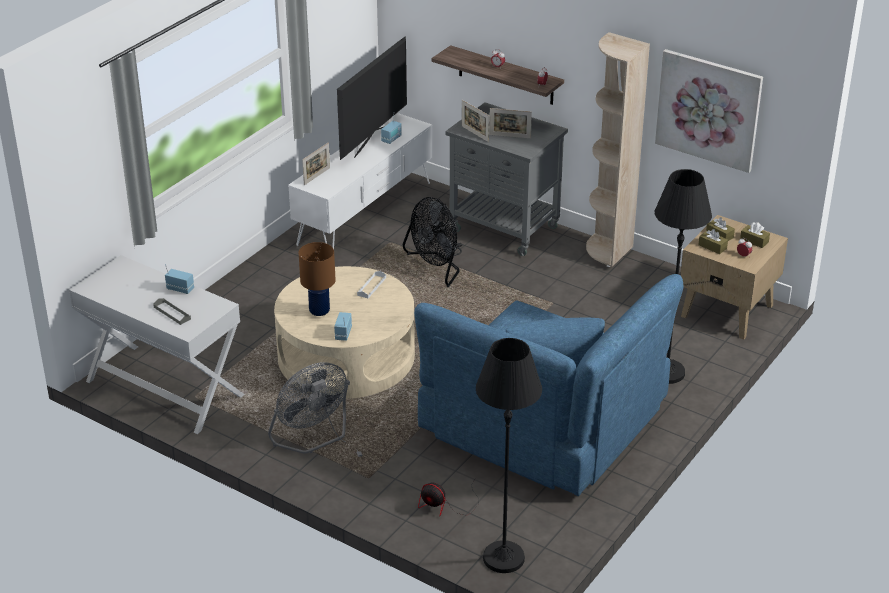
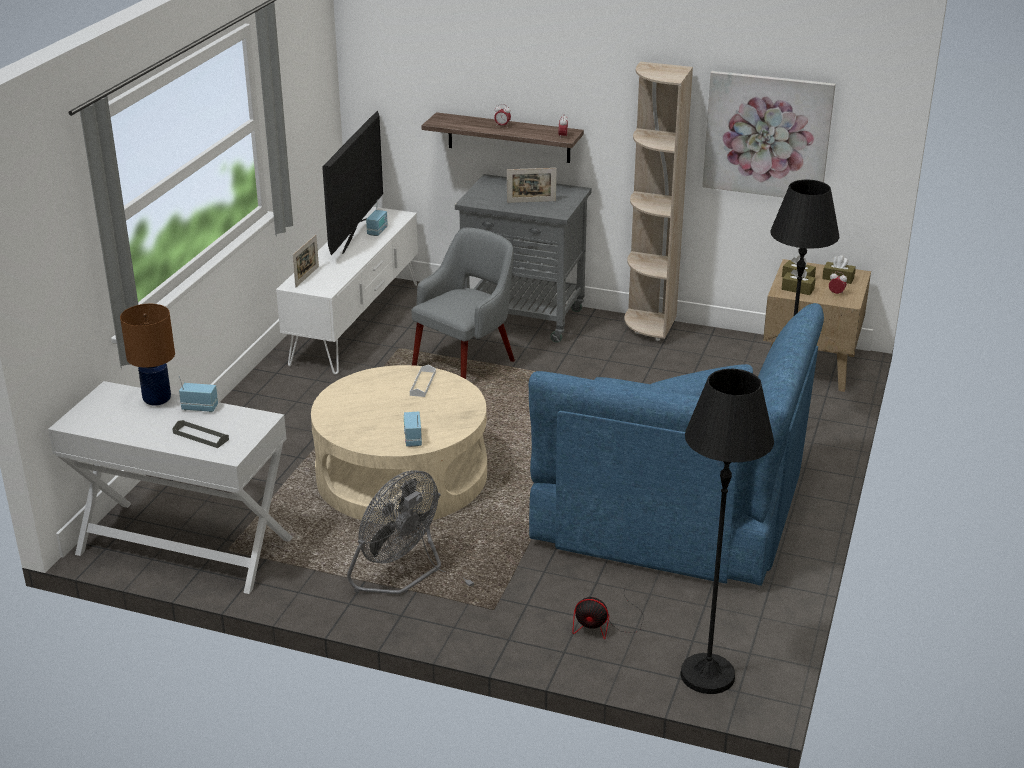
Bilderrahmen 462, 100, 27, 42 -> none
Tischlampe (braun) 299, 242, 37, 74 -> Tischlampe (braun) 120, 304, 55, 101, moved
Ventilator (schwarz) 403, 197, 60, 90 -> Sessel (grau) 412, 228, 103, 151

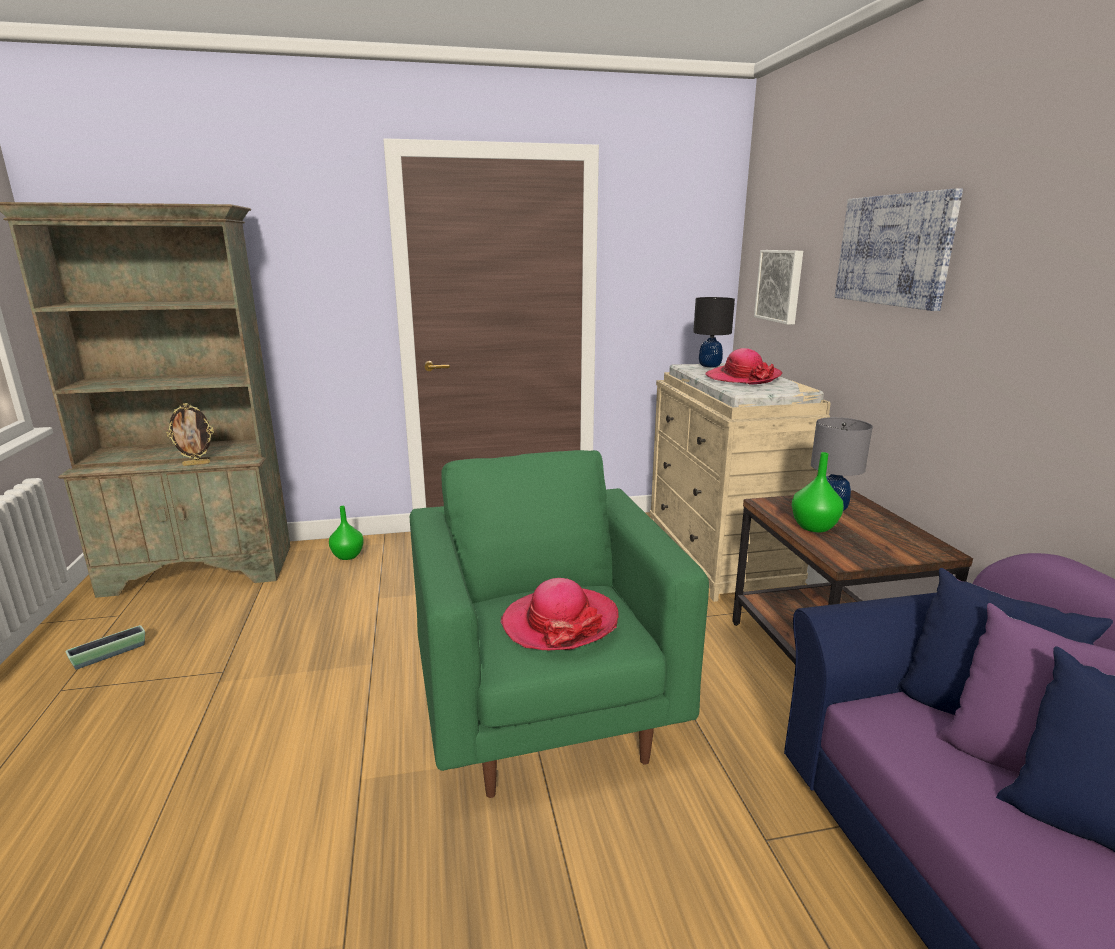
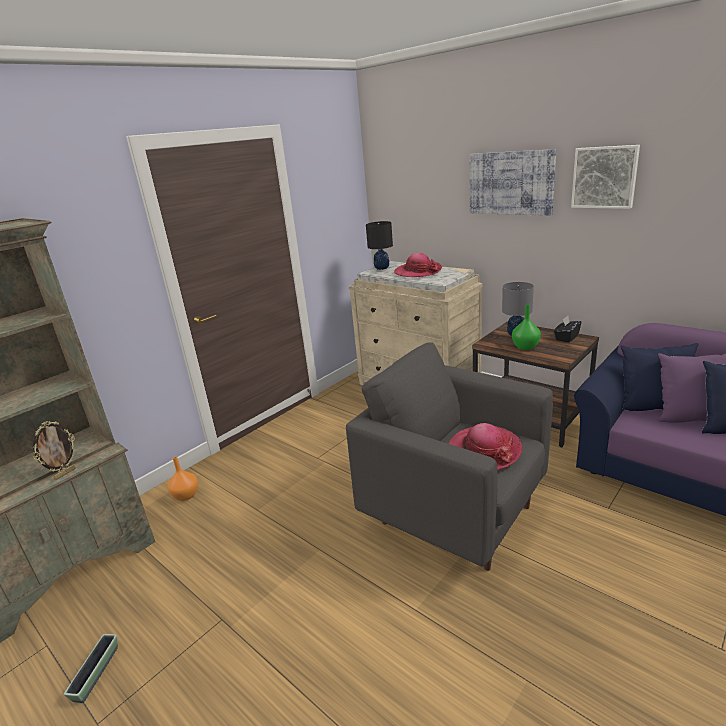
none -> Taschentuchbox (schwarz) 554, 316, 27, 26
Bild 754, 250, 49, 75 -> Bild 571, 145, 69, 64, moved
Vase (grün) 329, 506, 35, 54 -> Vase (orange) 168, 457, 30, 44
Sessel (grün) 410, 450, 299, 348 -> Sessel (grau) 346, 342, 207, 229

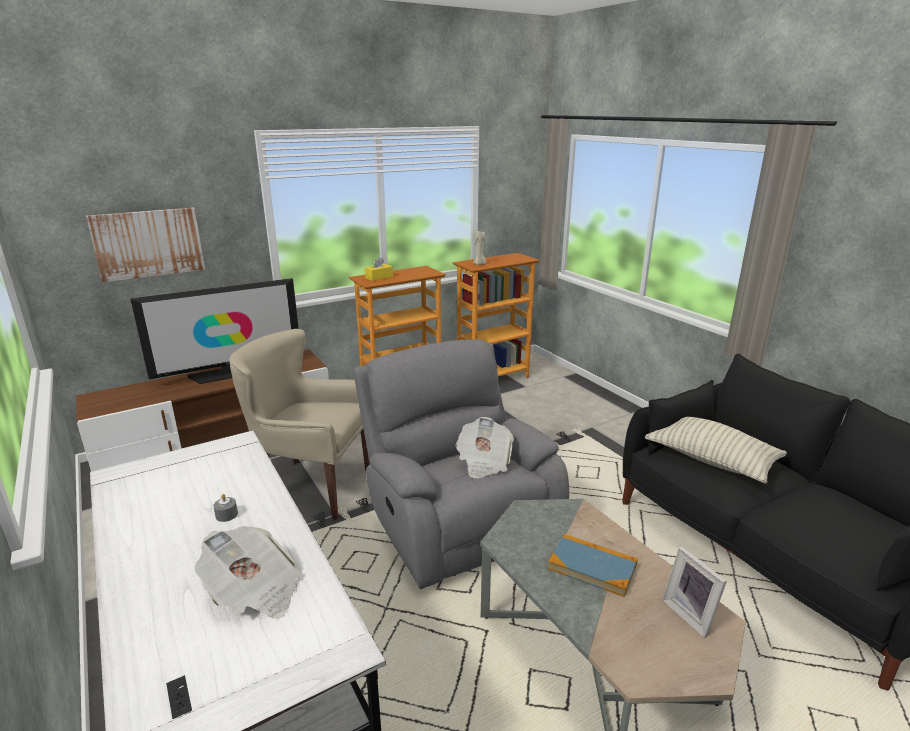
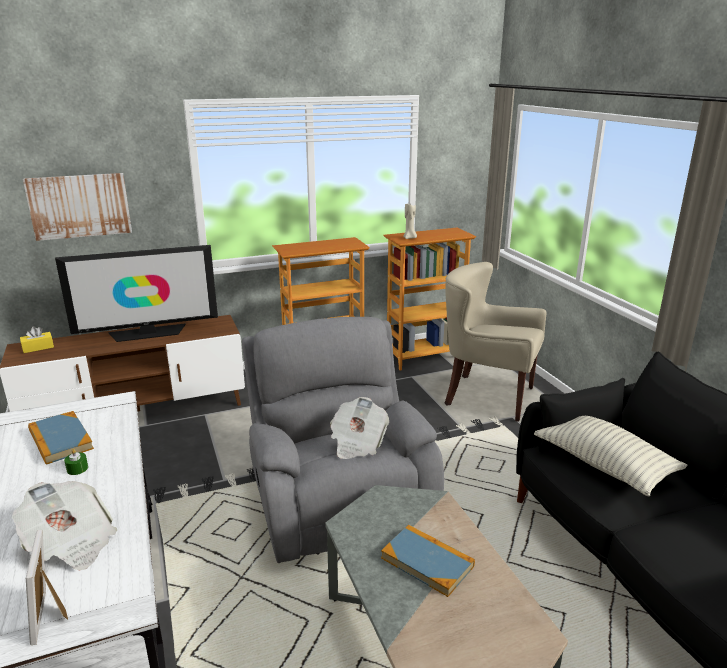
none -> Buch 28, 411, 66, 54
Sessel (beige) 229, 329, 141, 191 -> Sessel (beige) 444, 262, 102, 160, moved
Taschentuchbox (gelb) 365, 257, 28, 24 -> Taschentuchbox (gelb) 20, 326, 34, 27, moved
Bilderrahmen 663, 546, 64, 92 -> Bilderrahmen 26, 530, 42, 115, moved
Kerze (grau) 213, 494, 25, 28 -> Kerze (grün) 64, 449, 24, 26

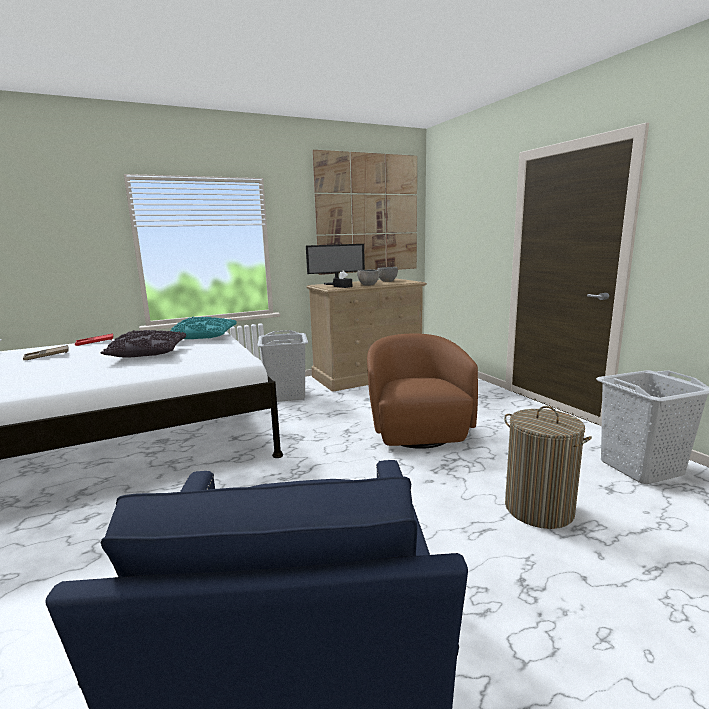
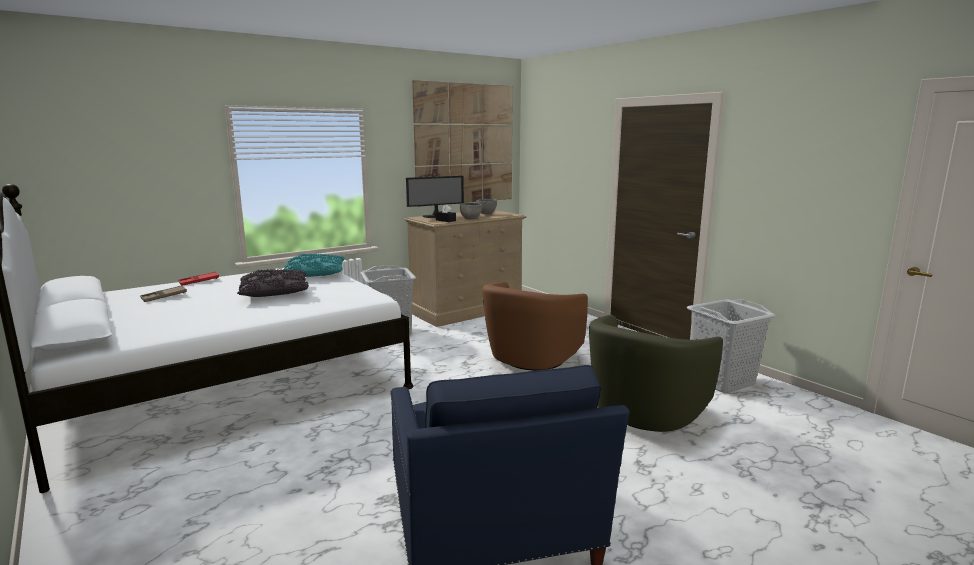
Wäschekorb 504, 406, 88, 123 -> Sessel (grün) 589, 315, 134, 117
Sessel (braun) 367, 333, 111, 116 -> Sessel (braun) 482, 282, 106, 89, 135 degrees counterclockwise

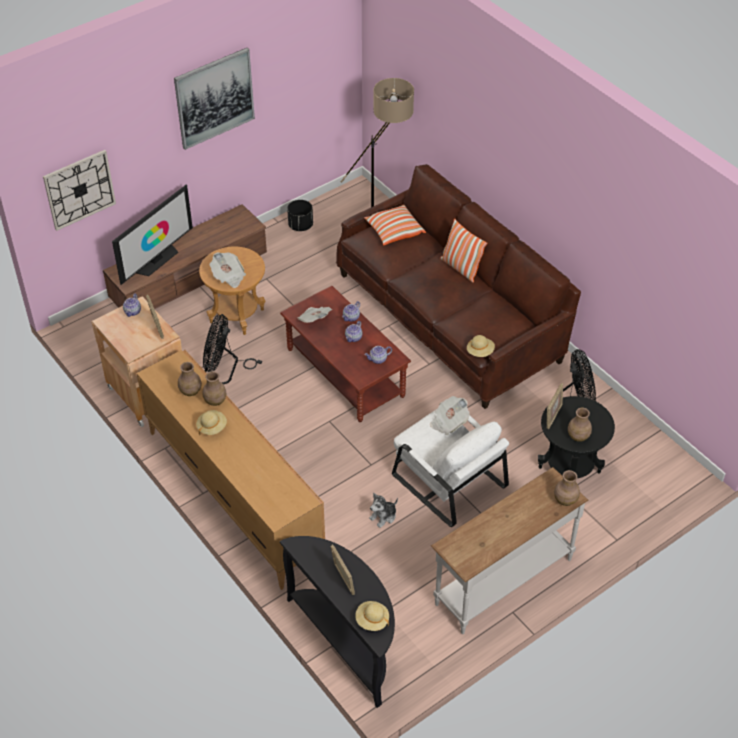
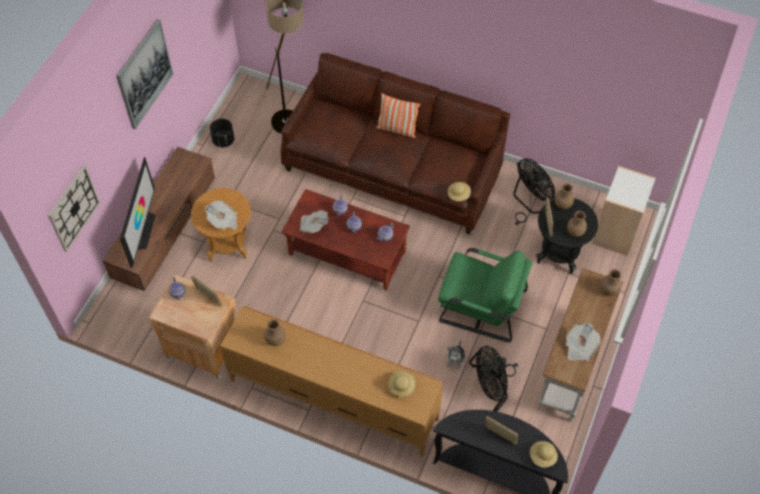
Kissen 364, 205, 62, 40 -> none
none -> Bücherregal (weiß) 592, 166, 64, 90
Hut (beige) 196, 410, 31, 25 -> Hut (beige) 388, 371, 27, 28, moved
Vase (braun) 202, 371, 25, 35 -> Vase (braun) 554, 183, 20, 26, moved
Ventilator (schwarz) 203, 314, 59, 70 -> Ventilator (schwarz) 469, 346, 49, 66, moved
Zeitung 430, 396, 40, 39 -> Zeitung 565, 323, 36, 38, moved
Sessel (weiß) 392, 409, 117, 118 -> Sessel (grün) 438, 248, 95, 94

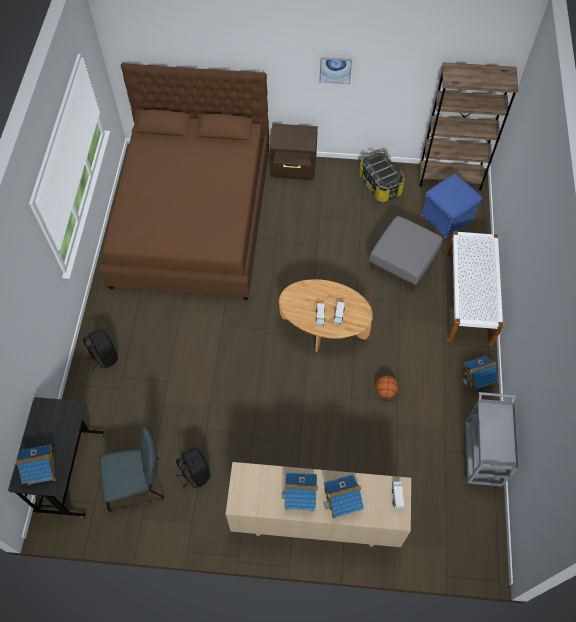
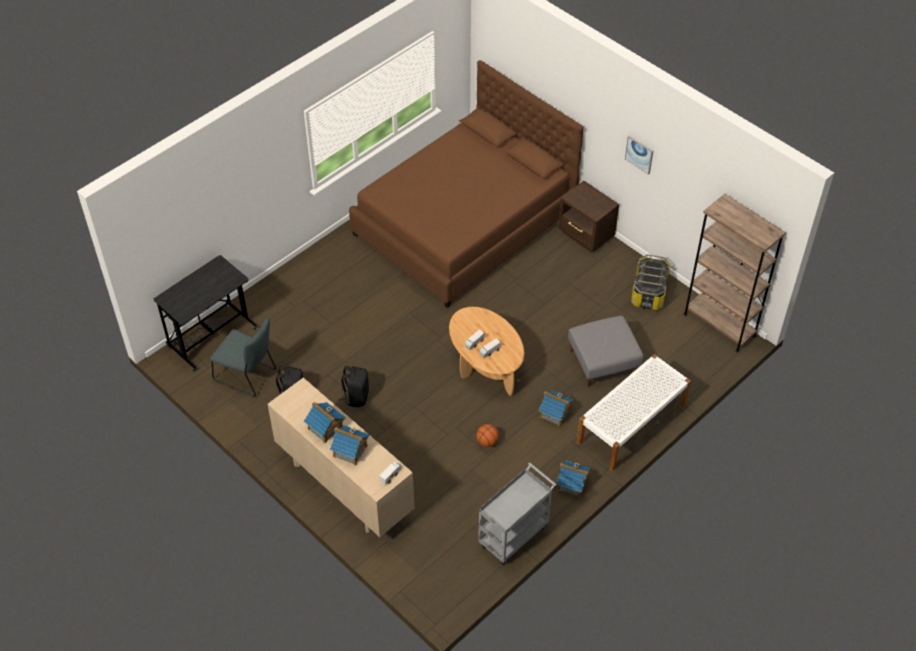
Polsterhocker (blau) 421, 174, 62, 64 -> none
Spielzeughaus 15, 444, 41, 41 -> Spielzeughaus 538, 390, 36, 37, moved
Rucksack (schwarz) 83, 329, 35, 40 -> Rucksack (schwarz) 339, 366, 30, 41, moved

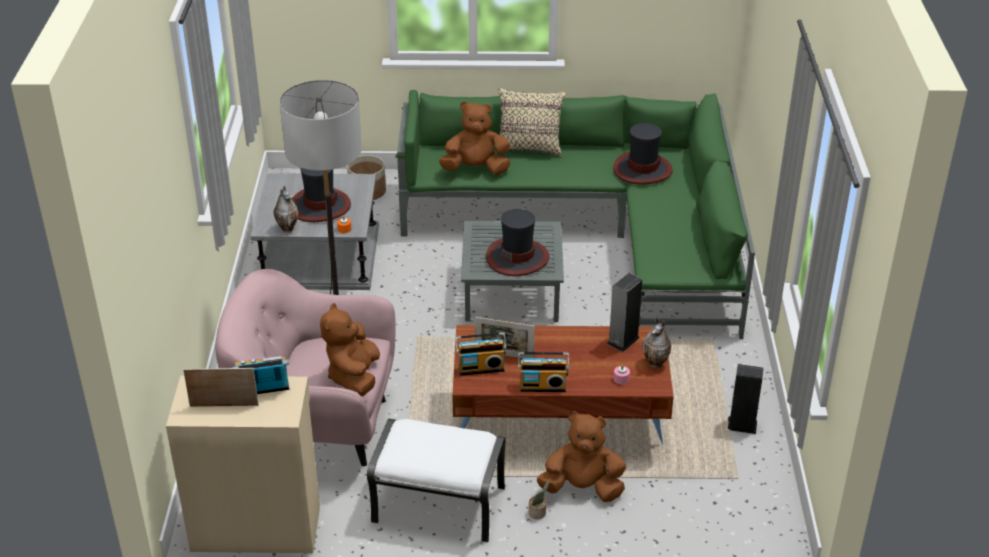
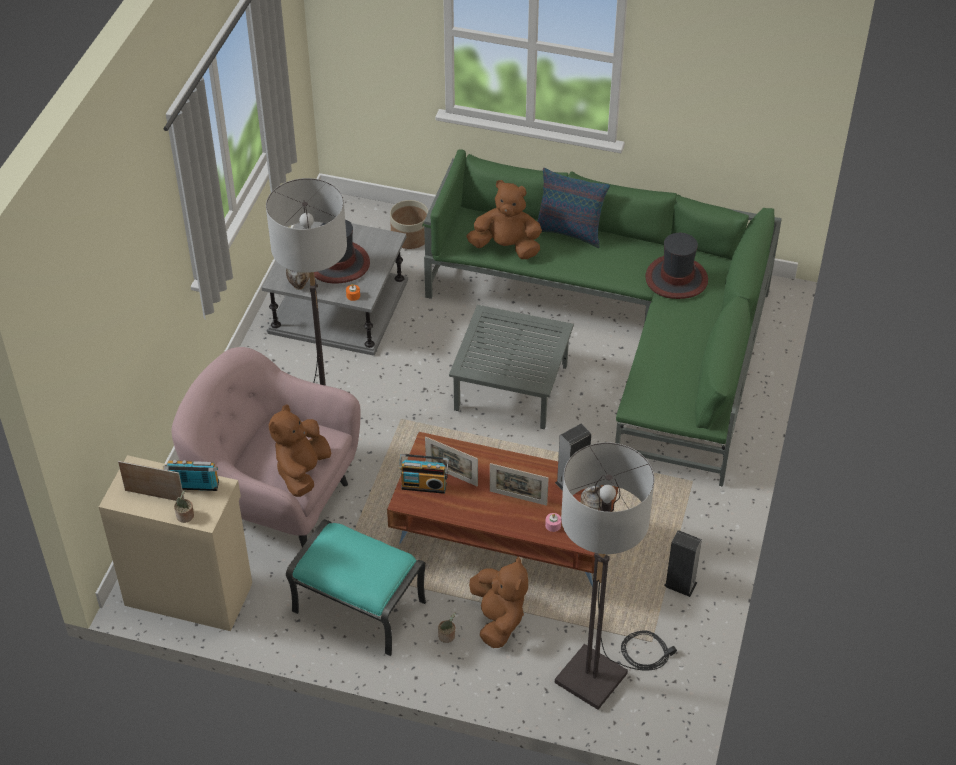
Hut 486, 209, 63, 67 -> none
Radio 518, 352, 52, 40 -> none
none -> Topfpflanze 174, 490, 20, 33
none -> Bilderrahmen 490, 463, 59, 43
none -> Stehlampe 555, 442, 122, 268
Polsterhocker (weiß) 367, 419, 139, 123 -> Polsterhocker (türkis) 286, 519, 140, 137
Kissen (beige) 496, 88, 69, 70 -> Kissen (blau) 537, 168, 73, 80
Plüschtier (braun) 537, 411, 89, 91 -> Plüschtier (braun) 469, 556, 59, 92, 60 degrees clockwise

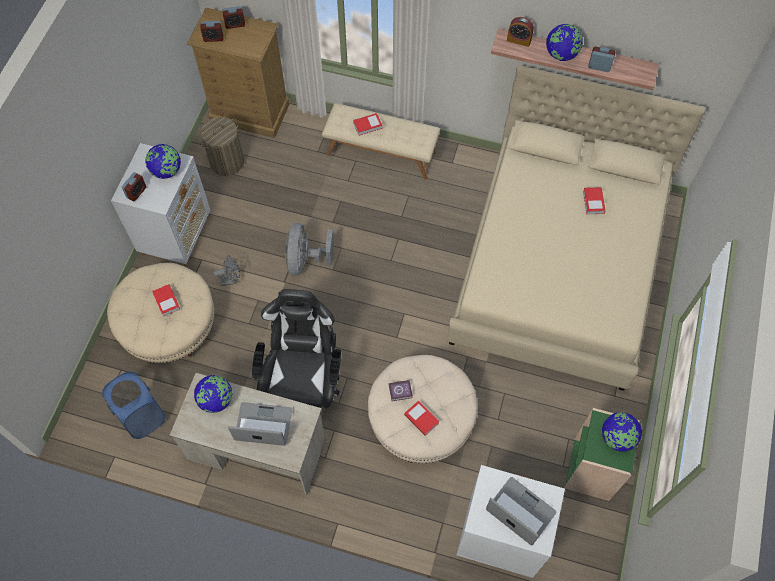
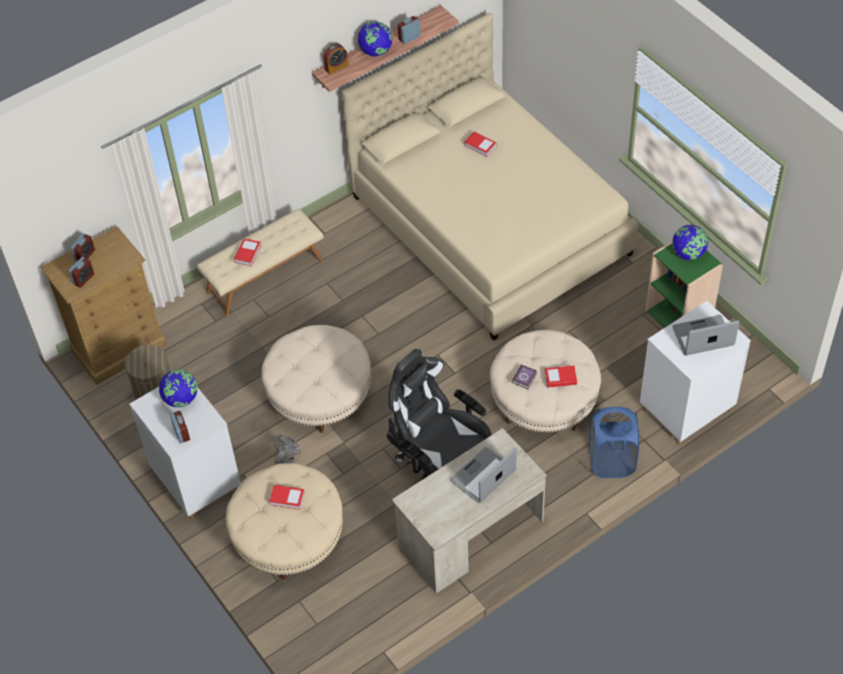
Globus 194, 375, 38, 38 -> none
Wäschekorb (blau) 102, 372, 64, 67 -> Wäschekorb (blau) 589, 406, 50, 72, moved
Ventilator (grau) 285, 223, 49, 53 -> Polsterhocker (beige) 262, 325, 109, 108

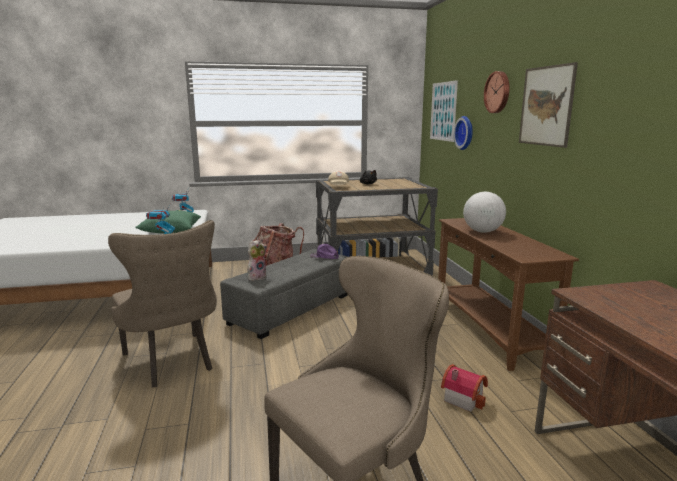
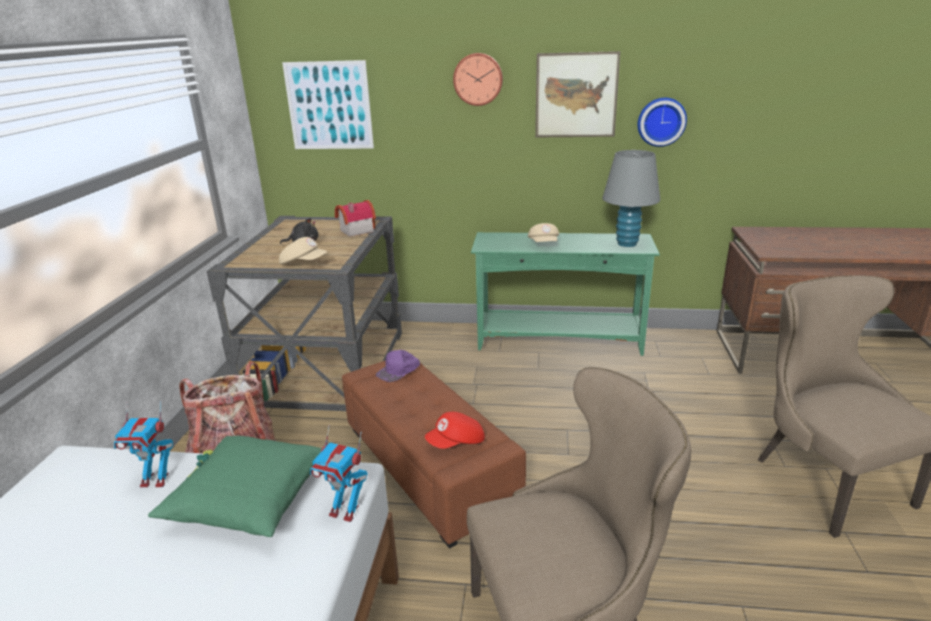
none -> Tischlampe (grau) 602, 150, 58, 97
Spielzeughaus 441, 364, 47, 48 -> Spielzeughaus 335, 200, 41, 37, moved
Wanduhr 454, 116, 19, 34 -> Wanduhr 638, 98, 49, 49, moved
Plüschtier 247, 240, 20, 41 -> Kappe (rot) 425, 412, 60, 37
Globus 463, 192, 43, 41 -> Kappe (beige) 528, 223, 31, 19
Polsterhocker (grau) 220, 249, 128, 90 -> Polsterhocker (braun) 342, 360, 184, 189
Konsolentisch (braun) 438, 218, 141, 153 -> Konsolentisch (grün) 471, 232, 189, 124

